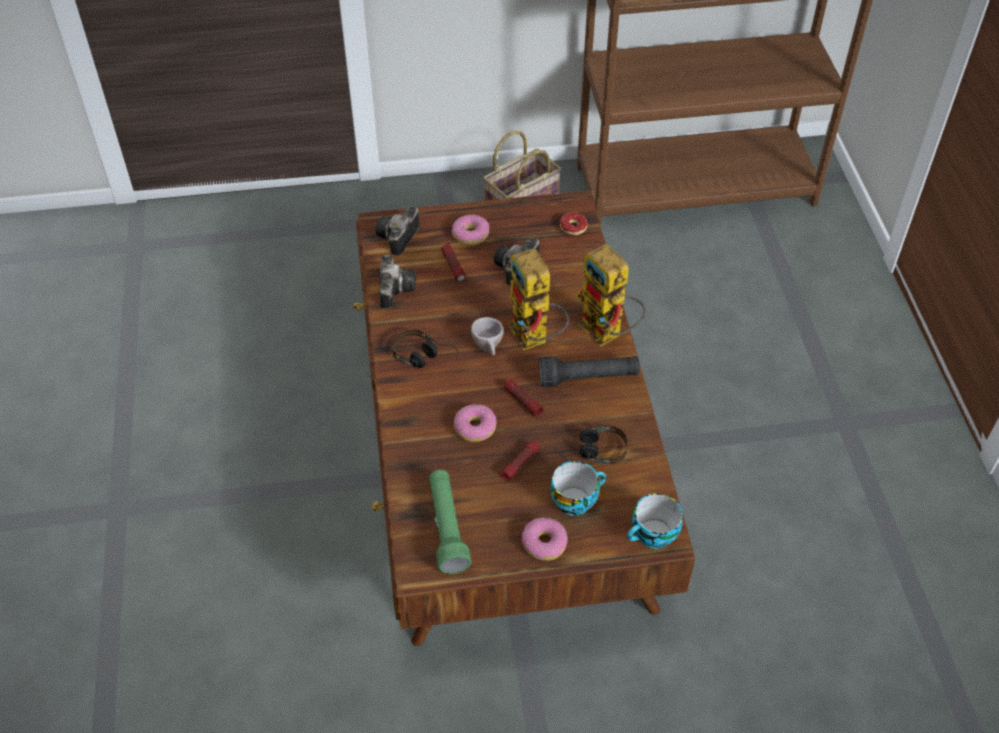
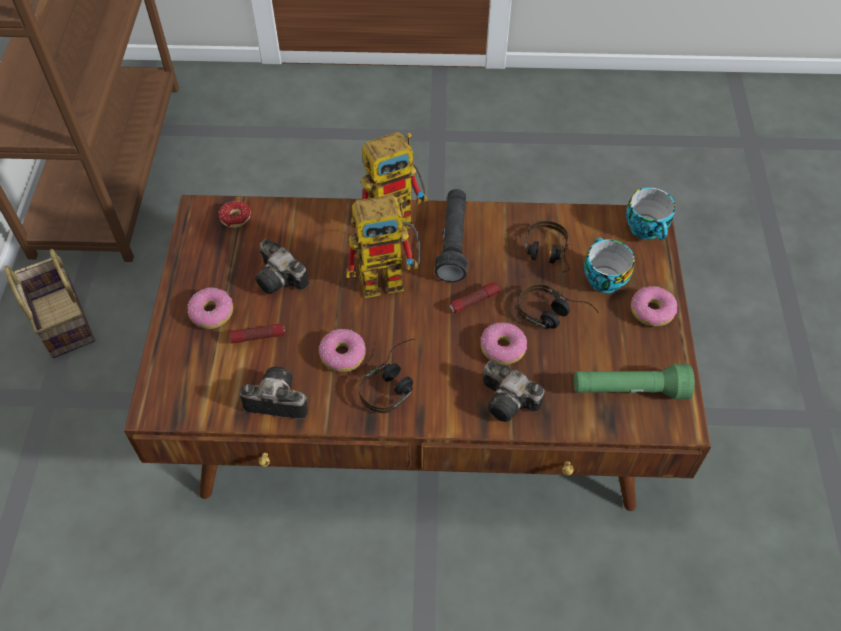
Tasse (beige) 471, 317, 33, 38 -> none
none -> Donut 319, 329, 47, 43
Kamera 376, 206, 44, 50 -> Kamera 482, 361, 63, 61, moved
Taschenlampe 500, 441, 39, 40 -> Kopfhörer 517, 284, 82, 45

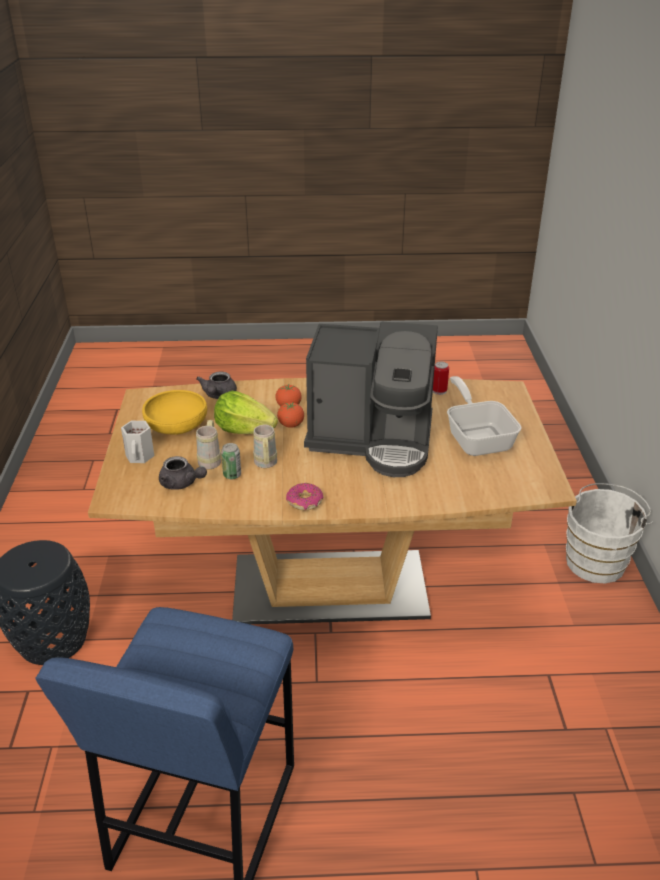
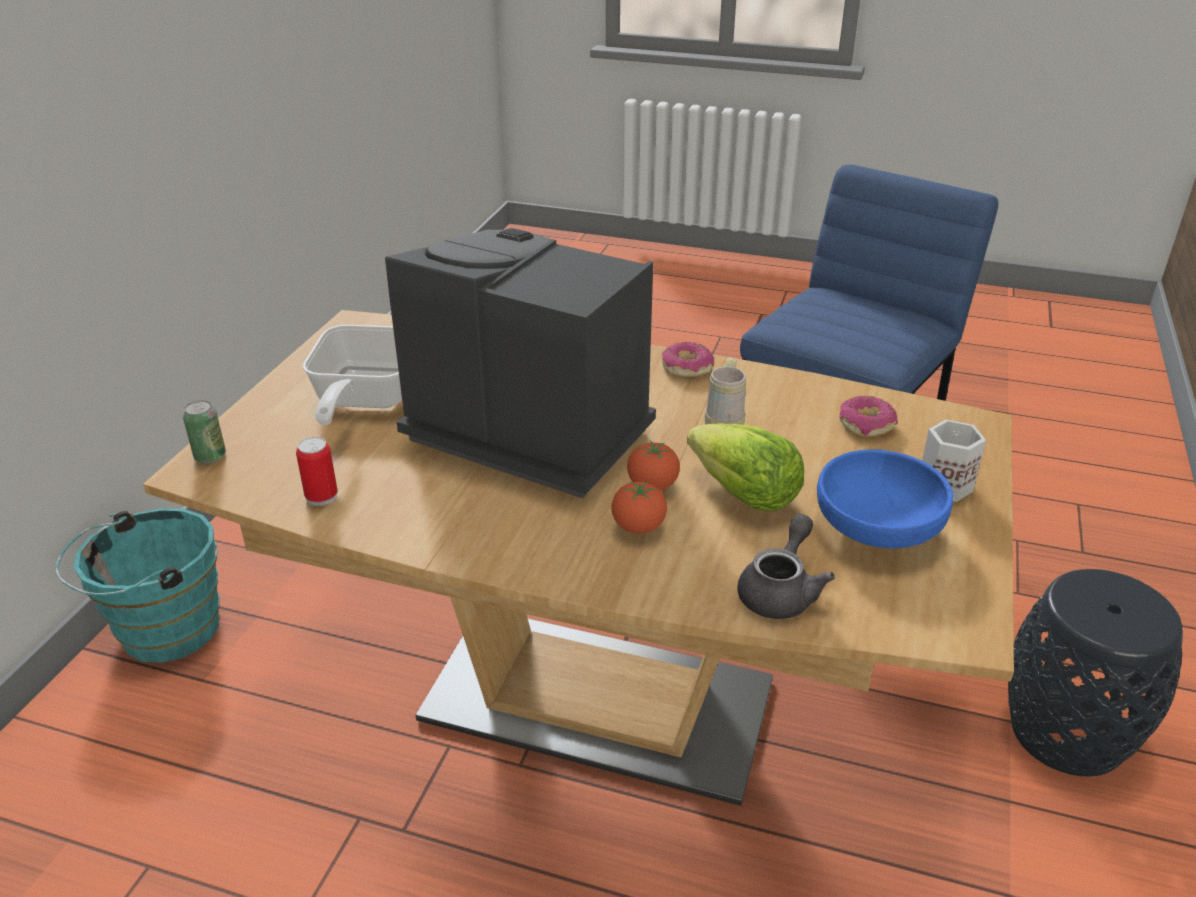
Henkelbecher (beige) 196, 420, 25, 49 -> none
Dose 221, 443, 20, 36 -> Dose 183, 400, 43, 63, moved
Teekanne (grau) 159, 456, 48, 34 -> Donut 839, 396, 59, 41
Schüssel (gelb) 142, 390, 65, 45 -> Schüssel (blau) 817, 450, 136, 99
Eimer (weiß) 566, 483, 87, 101 -> Eimer (türkis) 56, 508, 164, 155

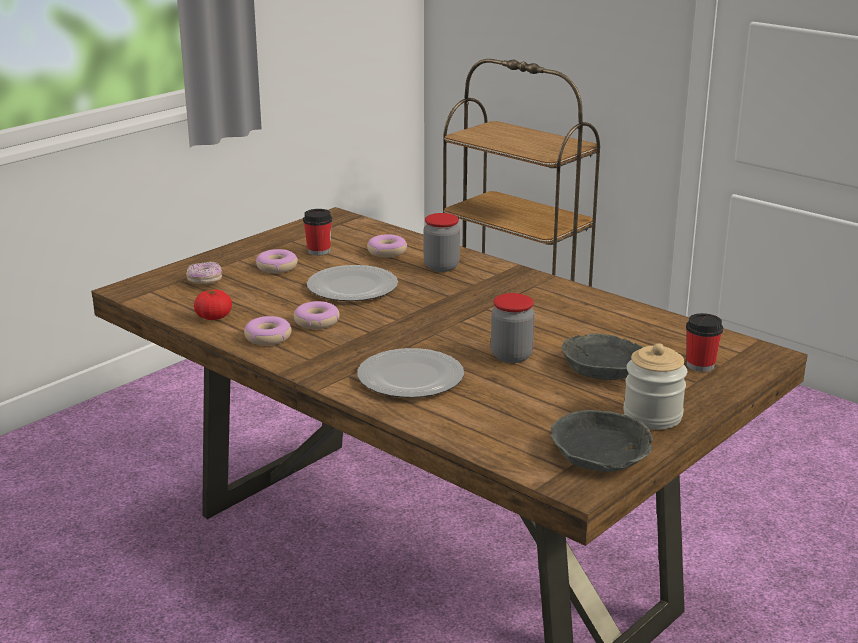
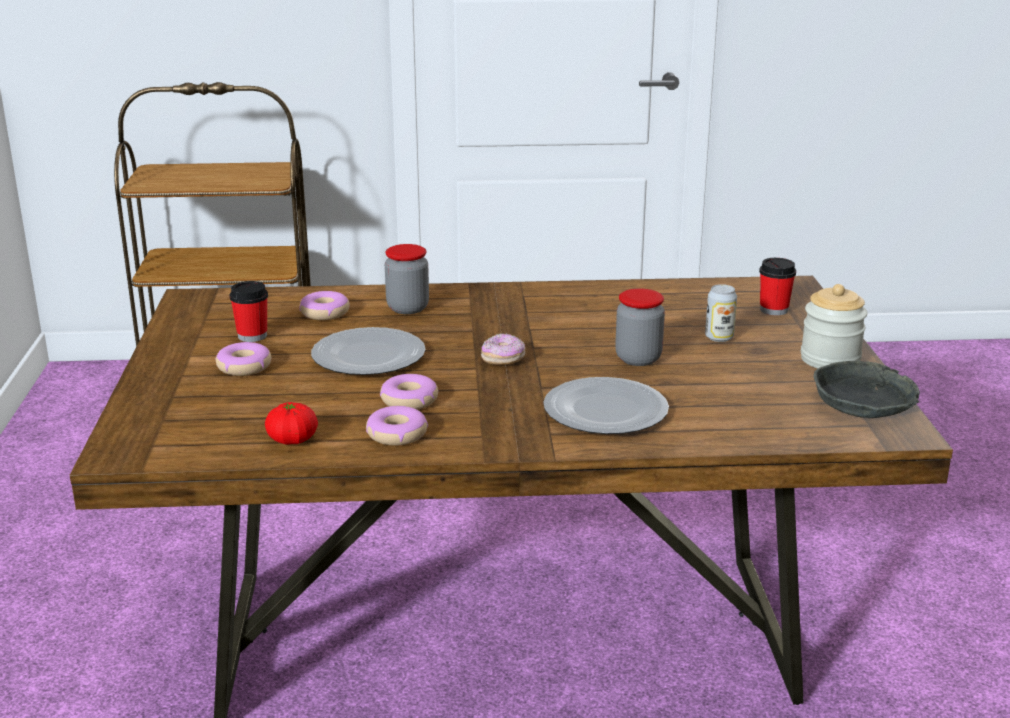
Donut 186, 261, 37, 23 -> Donut 481, 333, 44, 32, moved
Schüssel (grau) 562, 334, 81, 46 -> Dose 705, 284, 32, 58

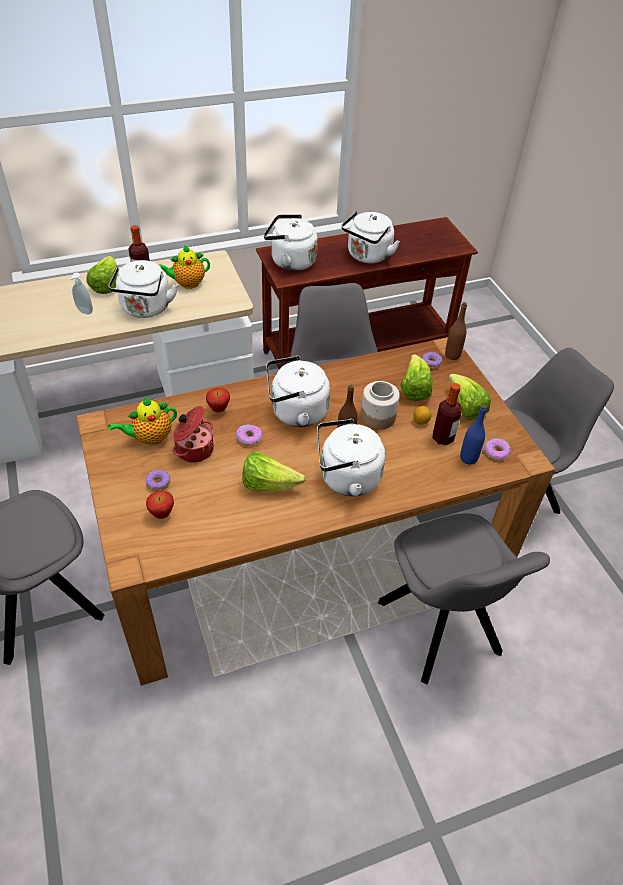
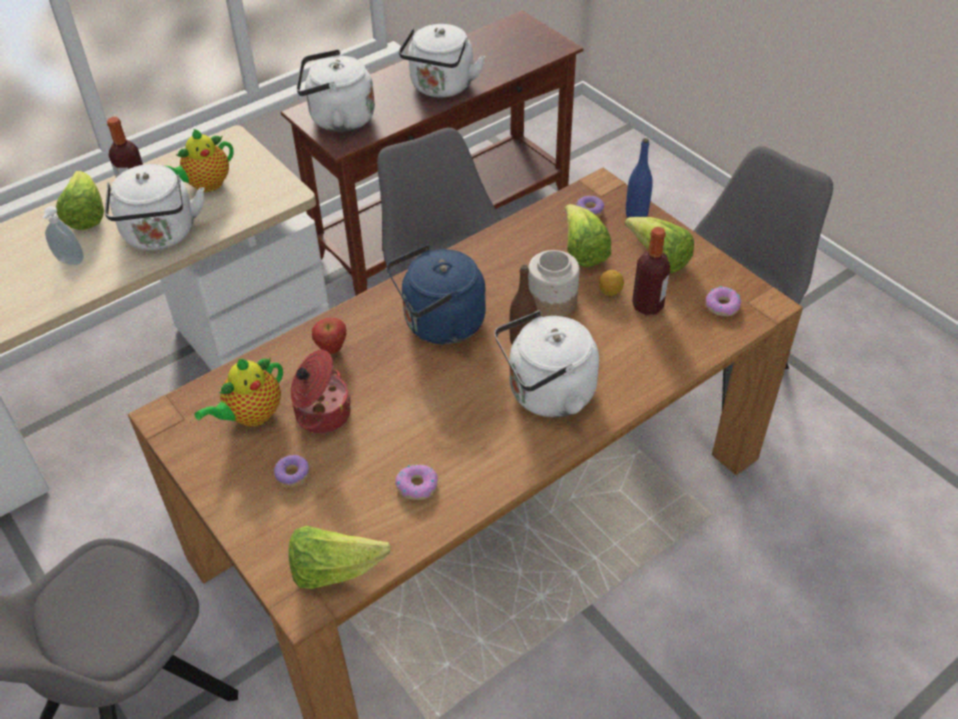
Apfel 146, 491, 28, 28 -> none
Stuhl (grau) 378, 514, 172, 171 -> none
Flasche (braun) 445, 302, 22, 58 -> none
Donut 236, 424, 27, 22 -> Donut 395, 465, 43, 35, moved
Salatkopf 243, 451, 63, 40 -> Salatkopf 289, 526, 102, 63, moved
Flasche (blau) 460, 405, 27, 59 -> Flasche (blau) 626, 138, 27, 80, moved
Wasserkessel (weiß) 266, 356, 64, 71 -> Wasserkessel (blau) 386, 245, 100, 99

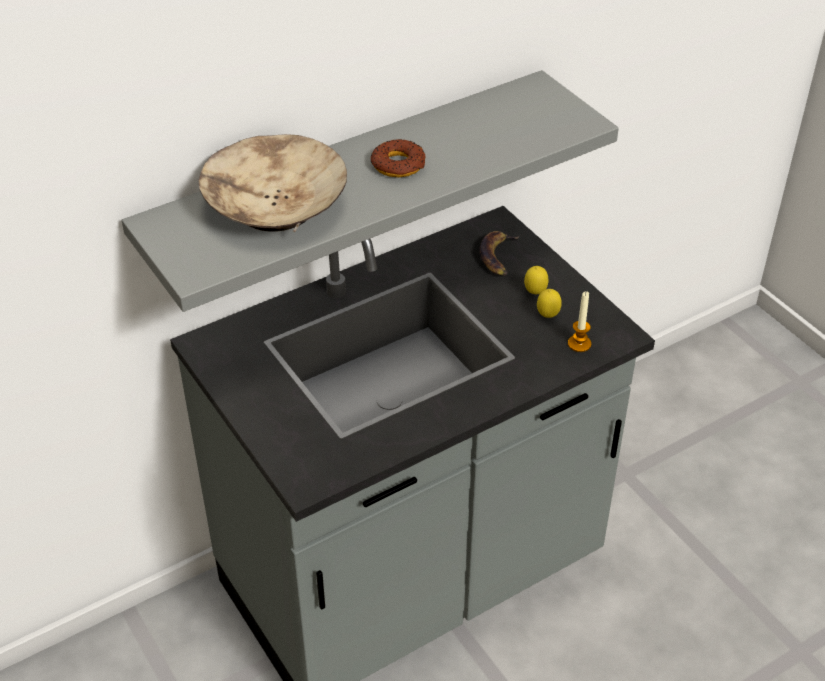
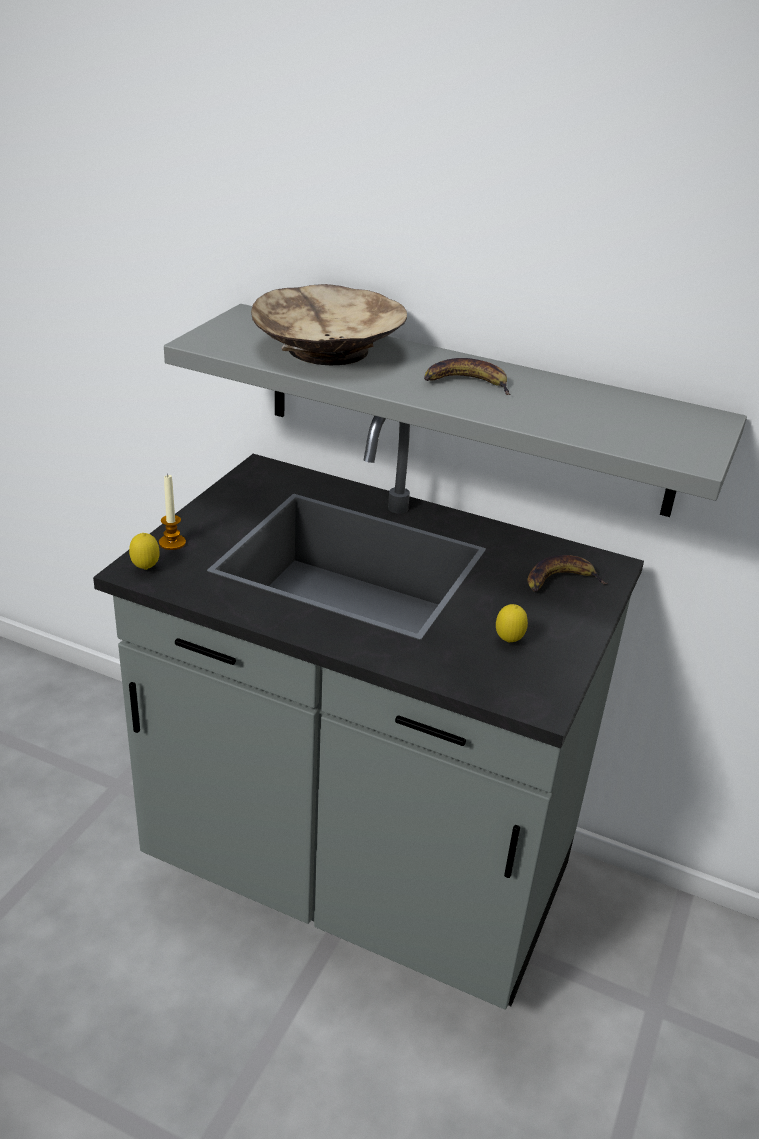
Zitrone 524, 266, 25, 28 -> Zitrone 129, 533, 31, 37, moved
Kerze 568, 291, 23, 61 -> Kerze 159, 474, 27, 76, moved
Donut 371, 139, 54, 38 -> Banane 424, 358, 86, 37

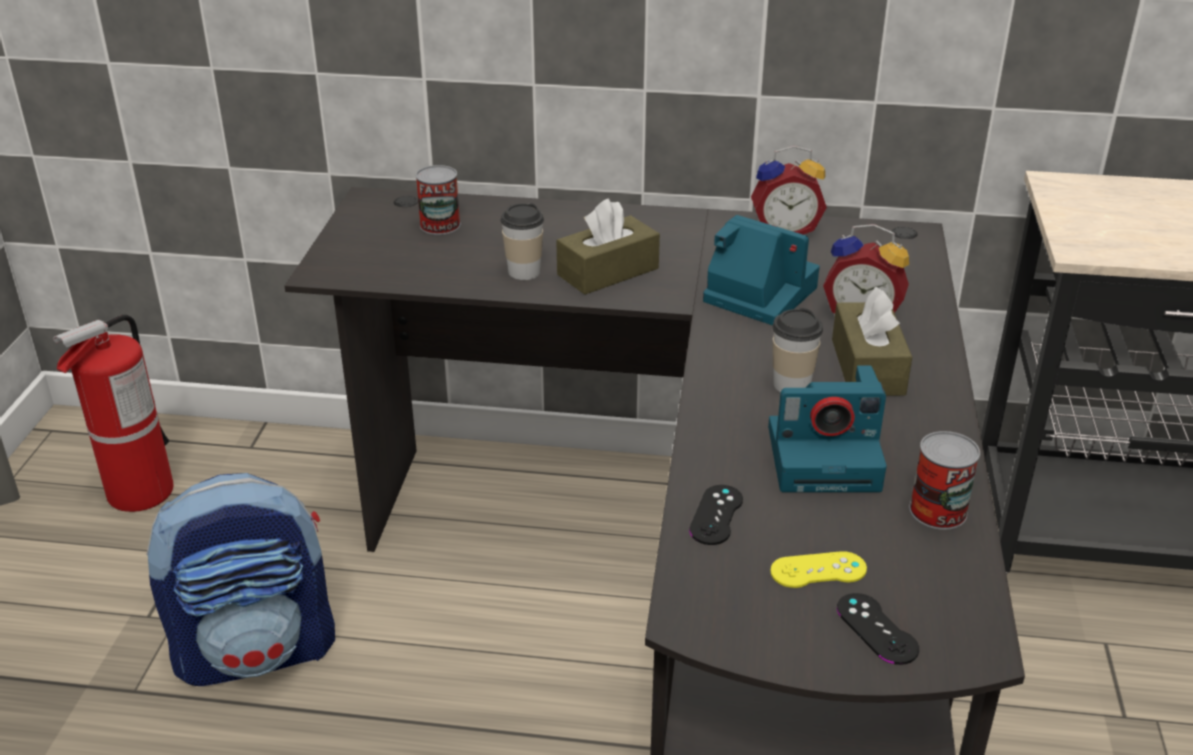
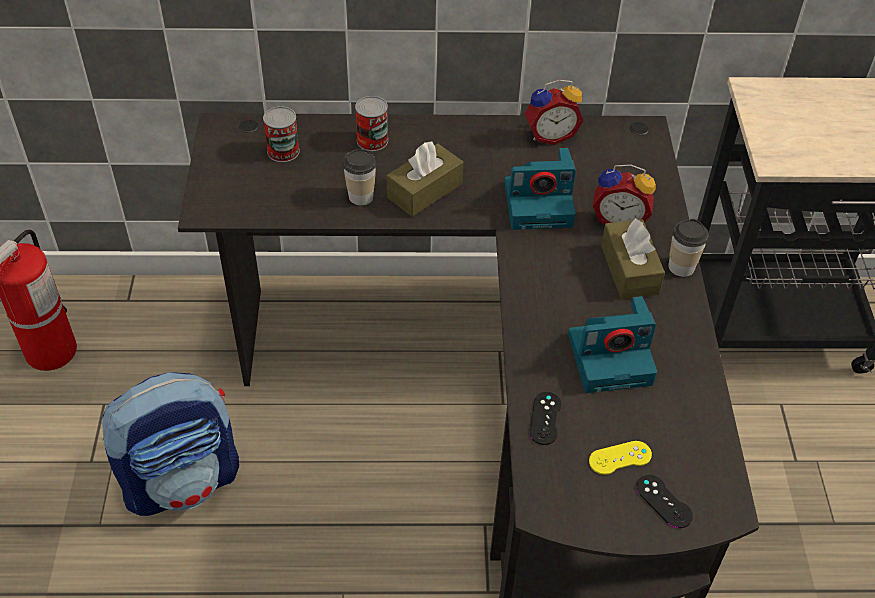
Tasse 772, 308, 51, 85 -> Tasse 668, 219, 41, 58, moved
Dose 909, 431, 71, 99 -> Dose 355, 96, 33, 55, moved
Kamera 703, 215, 117, 110 -> Kamera 505, 148, 71, 82, 150 degrees clockwise

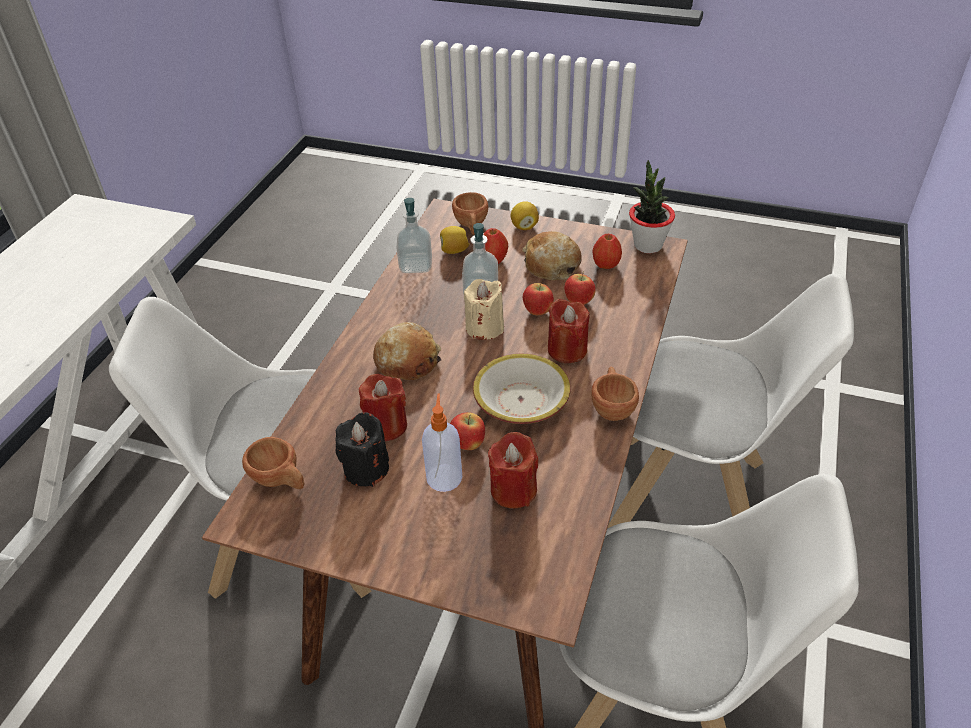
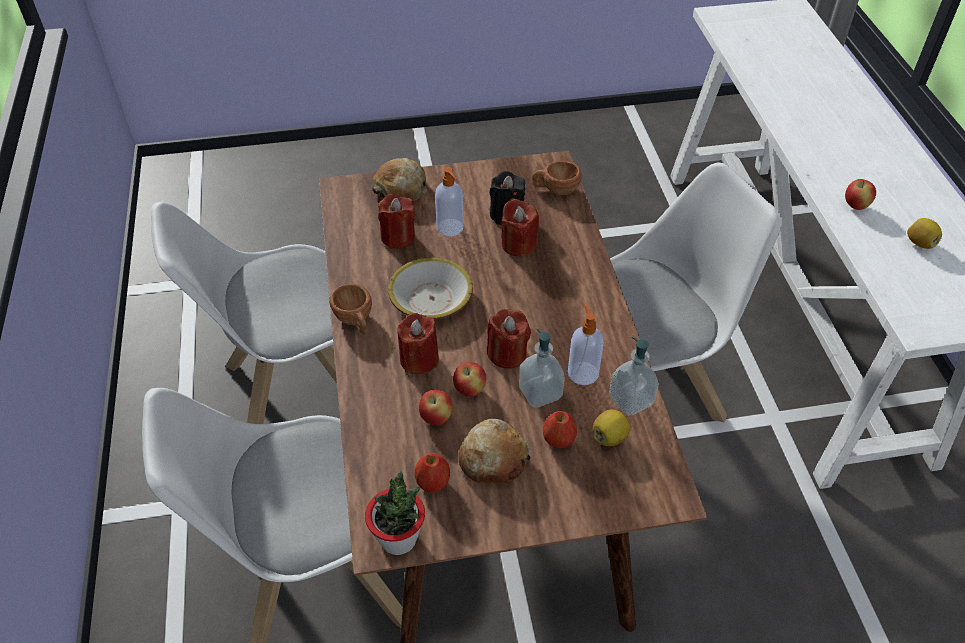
Tasse (braun) 452, 192, 36, 43 -> none
none -> Seifenspender 568, 303, 36, 82
Brot 373, 322, 68, 58 -> Brot 372, 158, 55, 43, moved
Apfel 450, 412, 35, 38 -> Apfel 845, 179, 31, 31, moved
Zitrone 511, 201, 28, 29 -> Zitrone 907, 218, 35, 31, moved
Kerze (beige) 464, 279, 40, 61 -> Kerze (rot) 487, 309, 44, 60

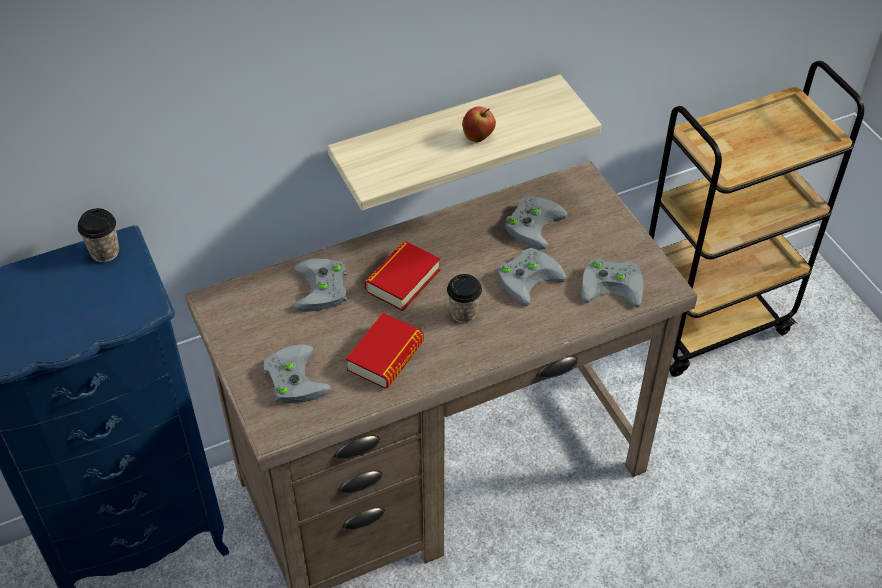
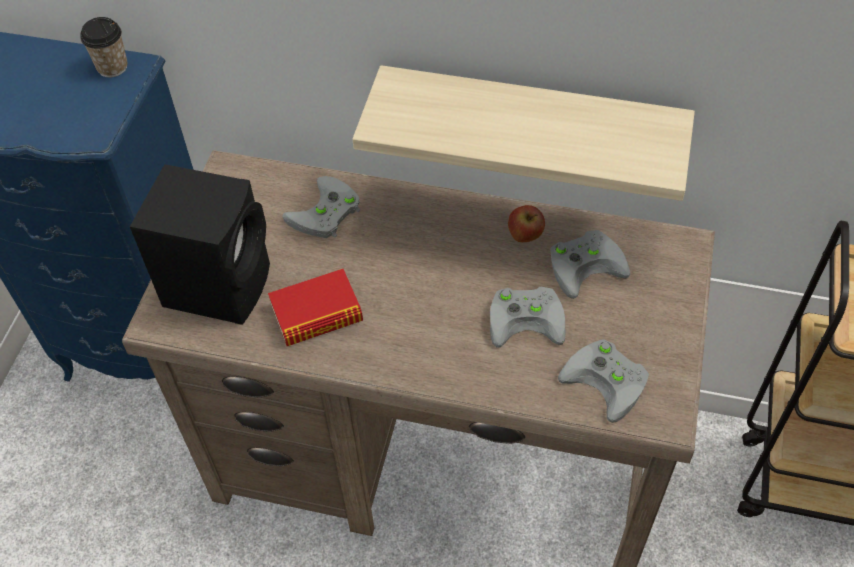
Buch 365, 241, 75, 70 -> none
Tasse 447, 274, 35, 49 -> none
Apfel 462, 106, 34, 36 -> Apfel 508, 205, 37, 37, moved
Gamepad (grau) 264, 344, 67, 59 -> Lautsprecher (schwarz) 130, 164, 140, 161

